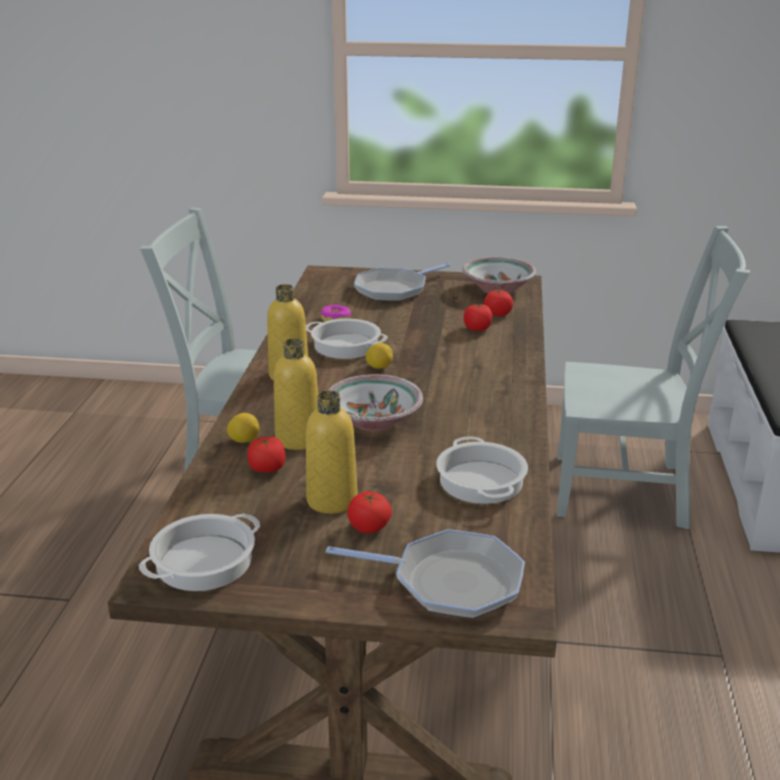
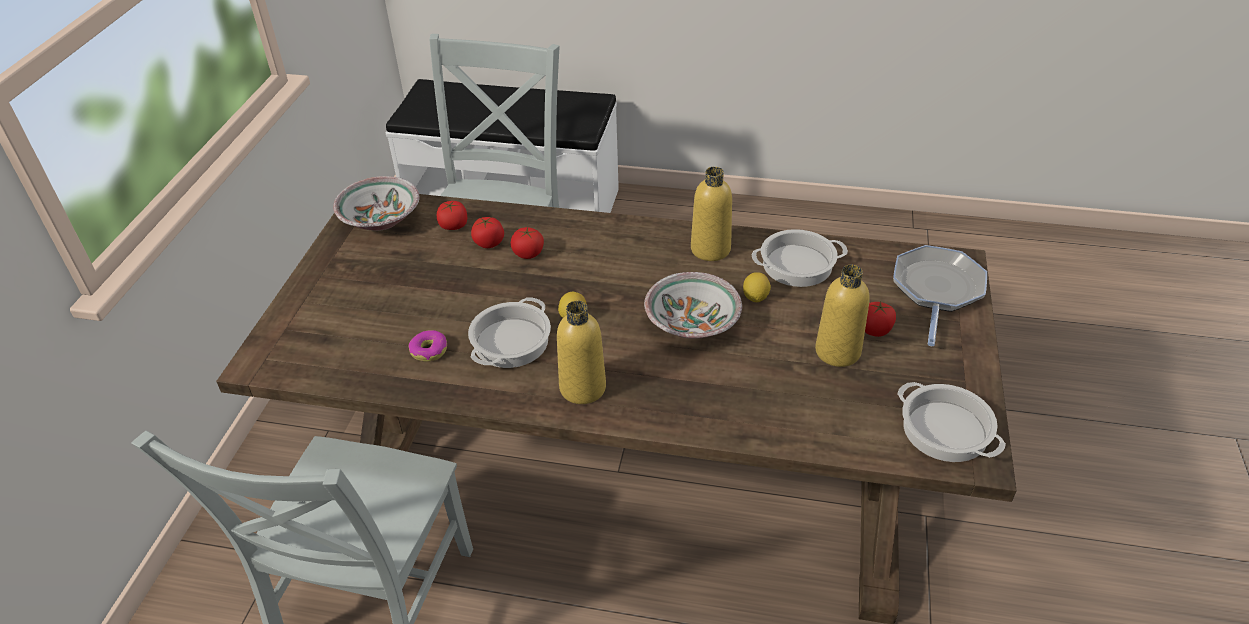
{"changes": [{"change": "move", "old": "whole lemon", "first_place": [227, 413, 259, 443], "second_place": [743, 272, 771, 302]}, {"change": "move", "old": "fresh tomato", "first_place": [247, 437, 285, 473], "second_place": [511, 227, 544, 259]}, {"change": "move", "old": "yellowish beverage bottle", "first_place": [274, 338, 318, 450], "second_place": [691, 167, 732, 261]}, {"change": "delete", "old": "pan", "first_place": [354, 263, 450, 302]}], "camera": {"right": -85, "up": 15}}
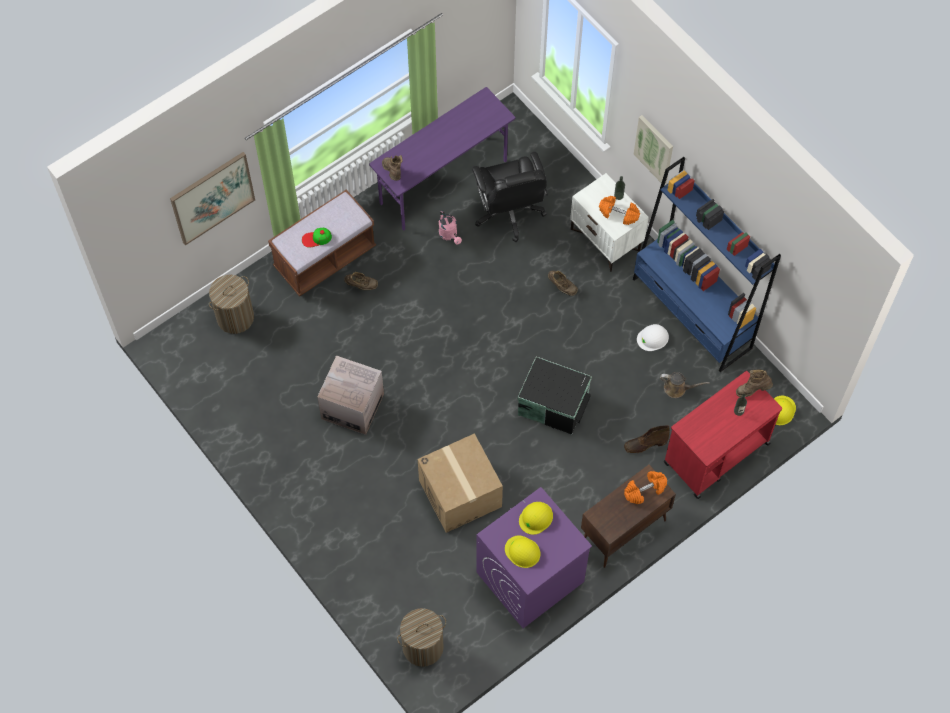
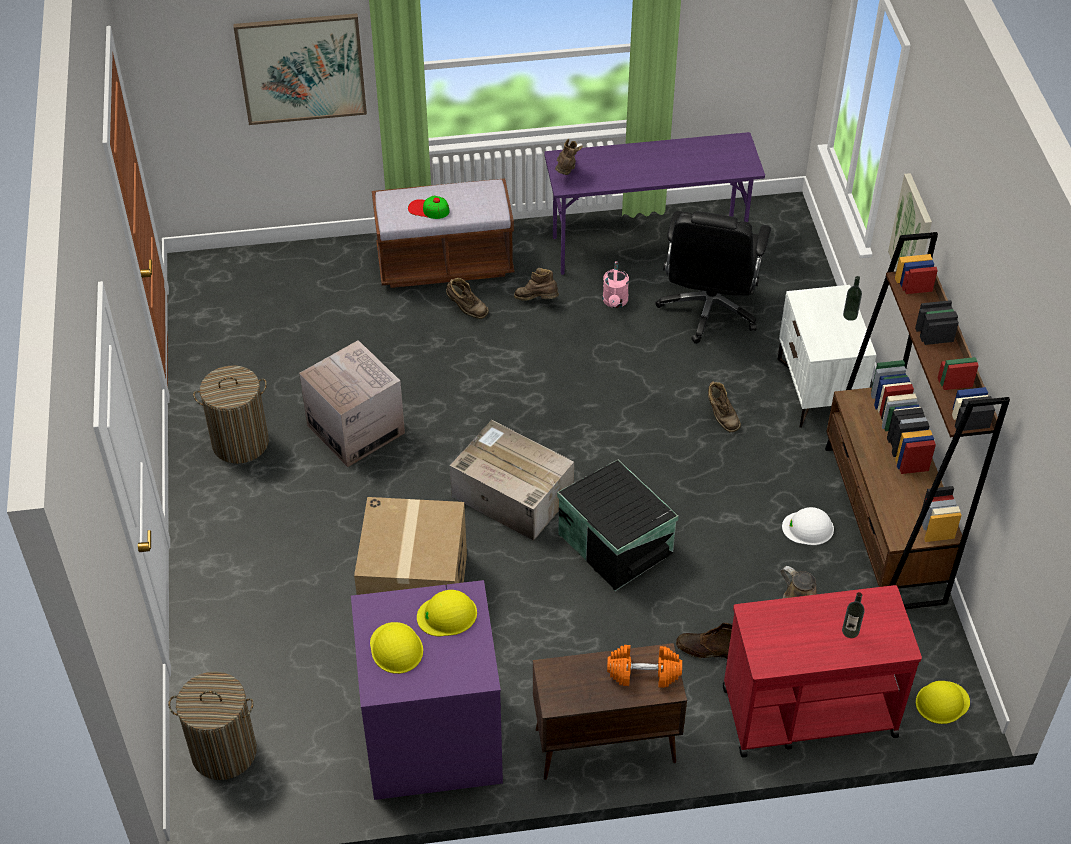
{"changes": [{"change": "move", "old": "washing basket", "first_place": [209, 275, 254, 334], "second_place": [193, 365, 269, 464]}, {"change": "delete", "old": "orange-coloured hand weight", "first_place": [599, 196, 640, 225]}, {"change": "recolor", "old": "blue bookshelf", "new": "brownish bookshelf", "first_place": [633, 157, 781, 372], "second_place": [825, 232, 1010, 609]}, {"change": "move", "old": "brownish boot", "first_place": [736, 370, 773, 397], "second_place": [514, 268, 559, 301]}, {"change": "insert", "new": "packing box", "second_place": [450, 420, 574, 541]}], "camera": {"right": 30, "up": -15}}
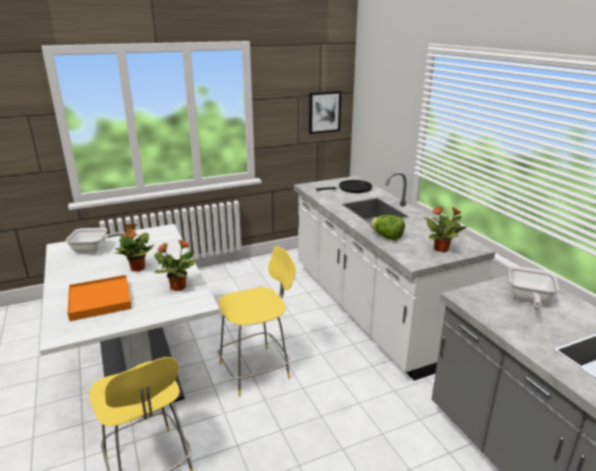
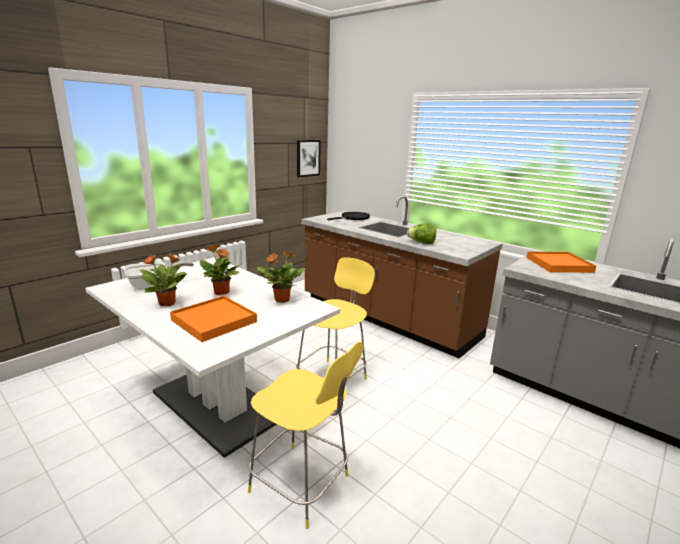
{"changes": [{"change": "recolor", "old": "white-coloured kitchen counter", "new": "brownish kitchen counter", "first_place": [294, 172, 495, 381], "second_place": [301, 196, 503, 358]}, {"change": "move", "old": "plant in a pot", "first_place": [424, 206, 467, 252], "second_place": [139, 254, 187, 306]}, {"change": "replace", "old": "pan", "new": "orange-coloured tray", "first_place": [509, 266, 559, 310], "second_place": [526, 251, 596, 273]}], "camera": {"right": -25, "up": -5}}
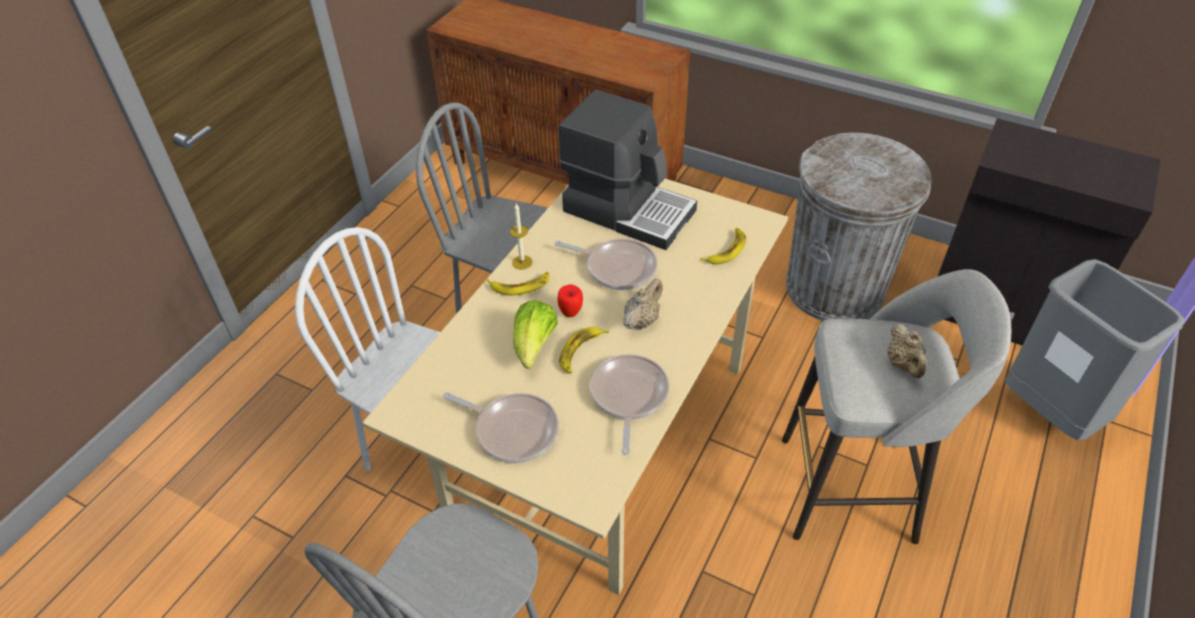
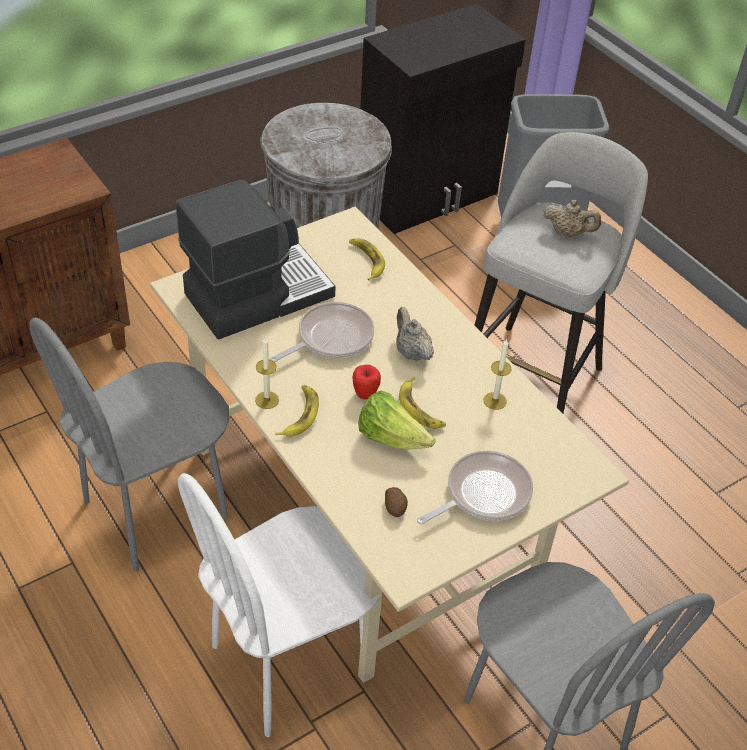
{"changes": [{"change": "replace", "old": "pan", "new": "wax candle", "first_place": [590, 354, 669, 455], "second_place": [483, 339, 512, 410]}, {"change": "insert", "new": "spud", "second_place": [385, 487, 408, 517]}], "camera": {"right": -65, "up": 0}}
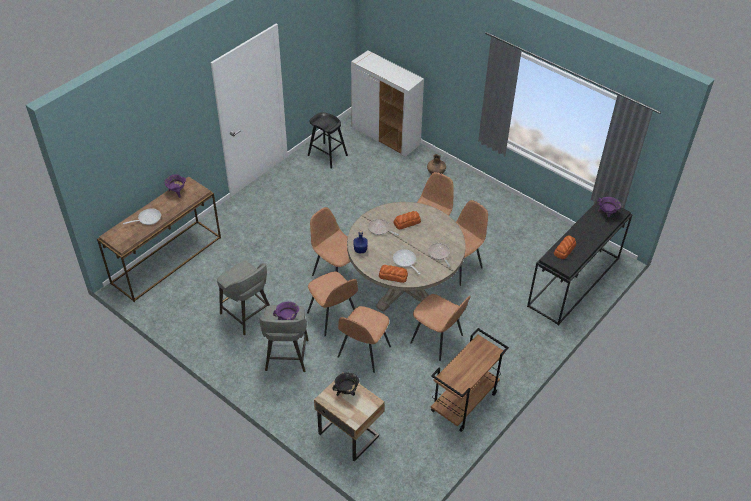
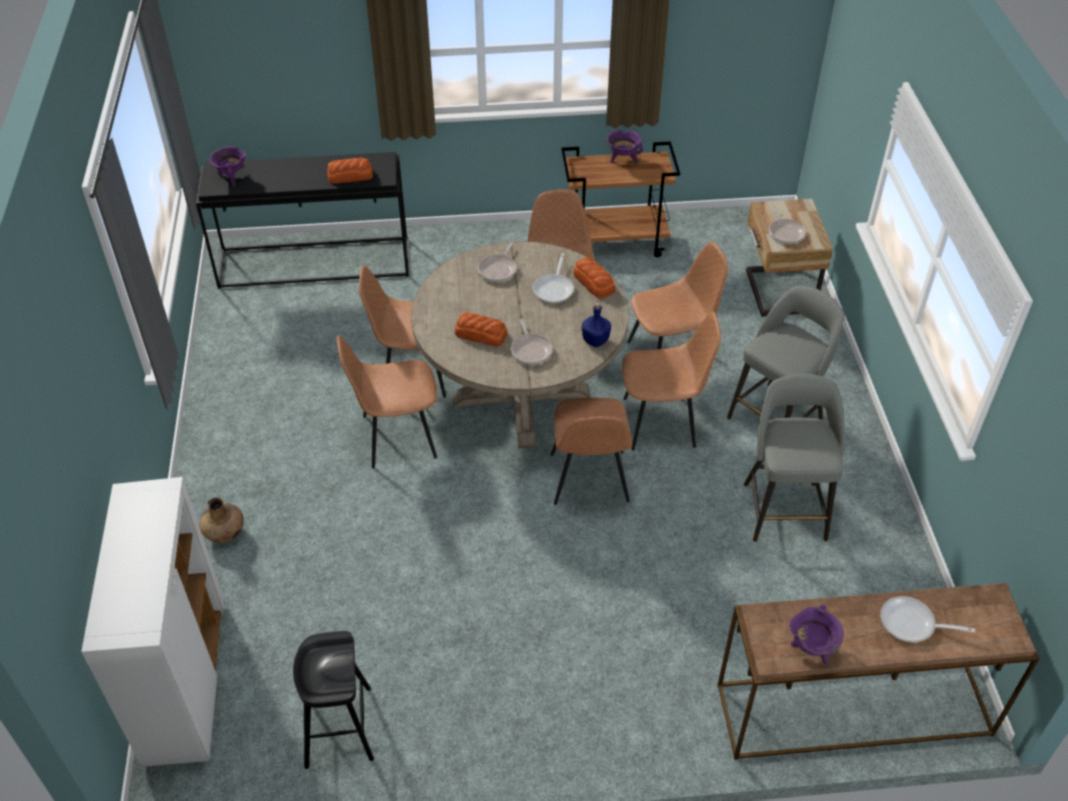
{"changes": [{"change": "move", "old": "purple saucepot", "first_place": [273, 301, 299, 320], "second_place": [606, 130, 643, 164]}, {"change": "rotate", "old": "brownish upright chair", "first_place": [307, 271, 358, 336], "second_place": [622, 312, 721, 451], "degrees": 75}, {"change": "replace", "old": "black saucepot", "new": "pan", "first_place": [332, 372, 359, 396], "second_place": [769, 206, 806, 244]}], "camera": {"right": -135, "up": 0}}
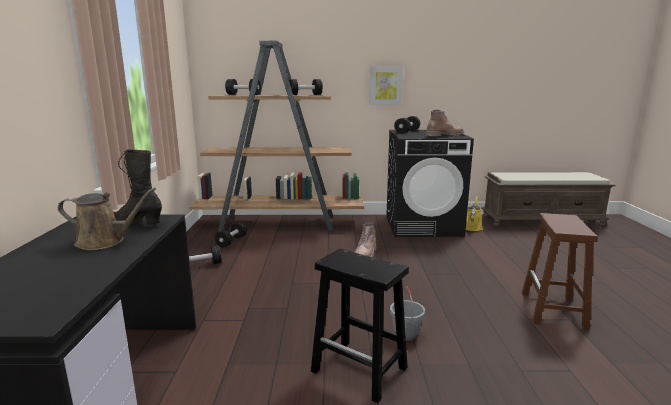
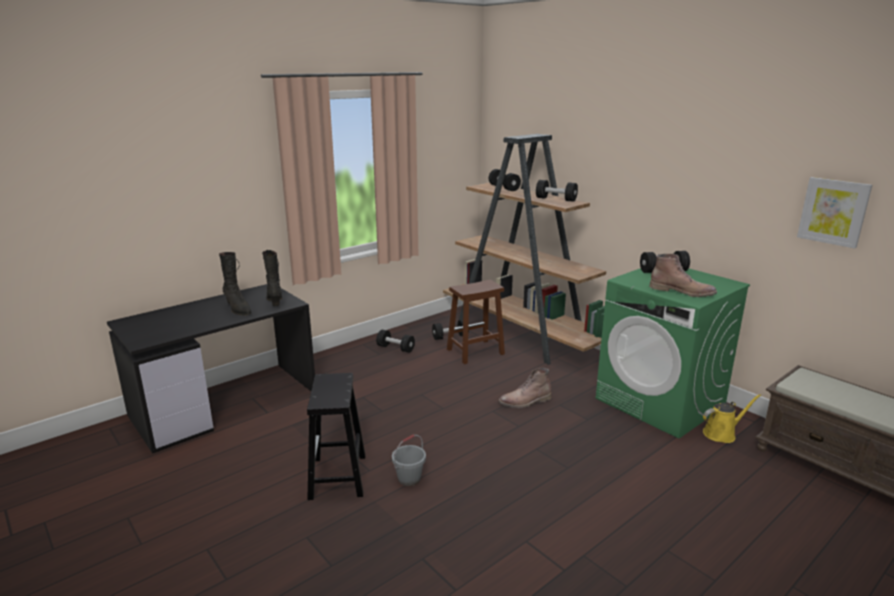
{"changes": [{"change": "replace", "old": "brownish sprinkling can", "new": "black boot", "first_place": [58, 188, 156, 250], "second_place": [219, 252, 252, 315]}, {"change": "move", "old": "wall picture", "first_place": [370, 67, 403, 105], "second_place": [797, 177, 872, 249]}, {"change": "recolor", "old": "black washing machine", "new": "greenish washing machine", "first_place": [386, 130, 474, 237], "second_place": [595, 268, 750, 439]}, {"change": "move", "old": "brownish sitting stool", "first_place": [522, 213, 598, 329], "second_place": [447, 280, 505, 364]}], "camera": {"right": 50, "up": 5}}
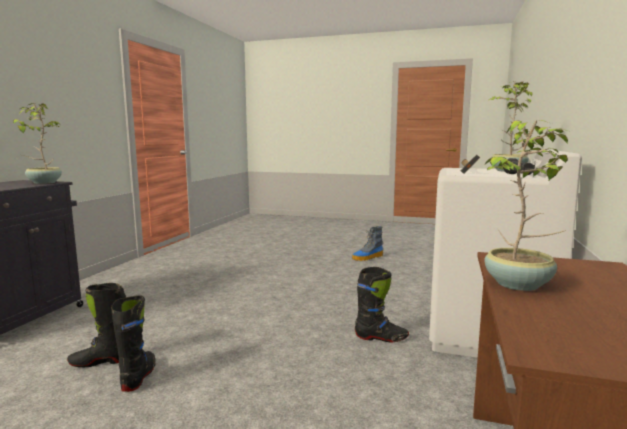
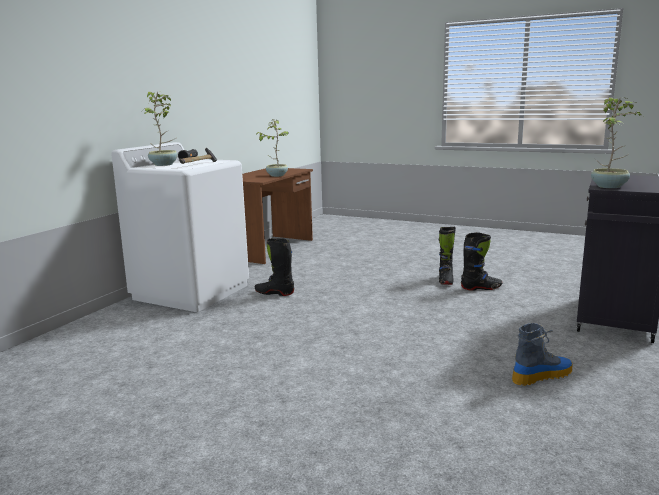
{"changes": [{"change": "move", "old": "boot", "first_place": [352, 226, 383, 261], "second_place": [512, 323, 573, 386]}], "camera": {"right": -170, "up": 5}}
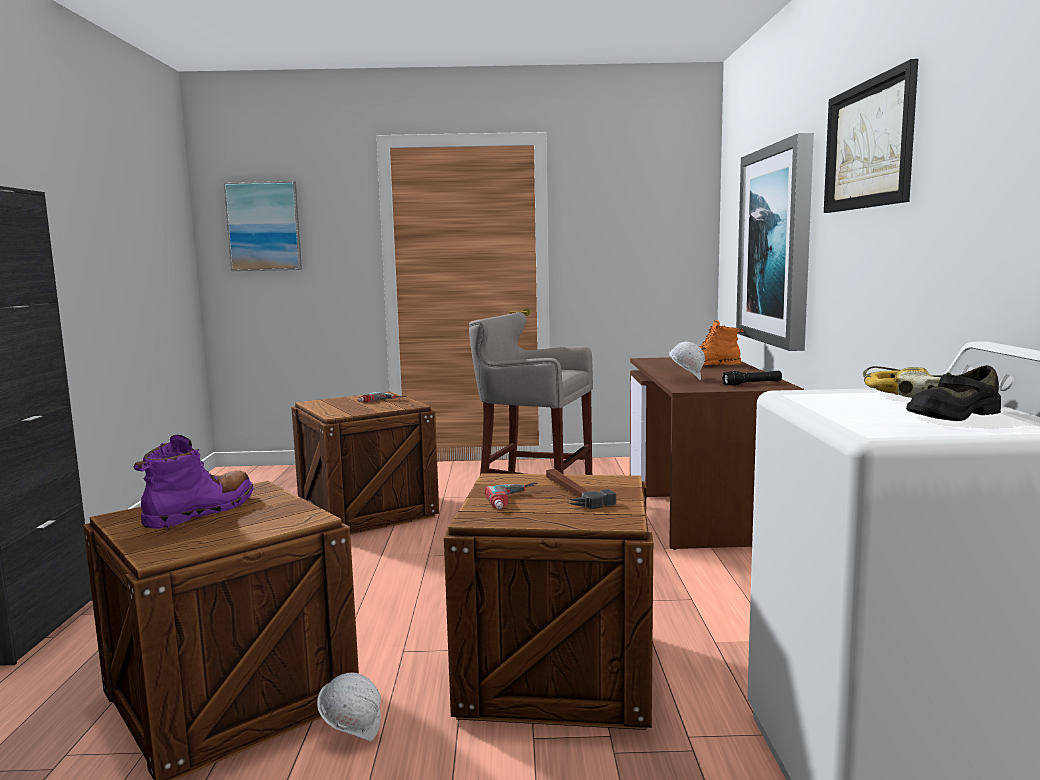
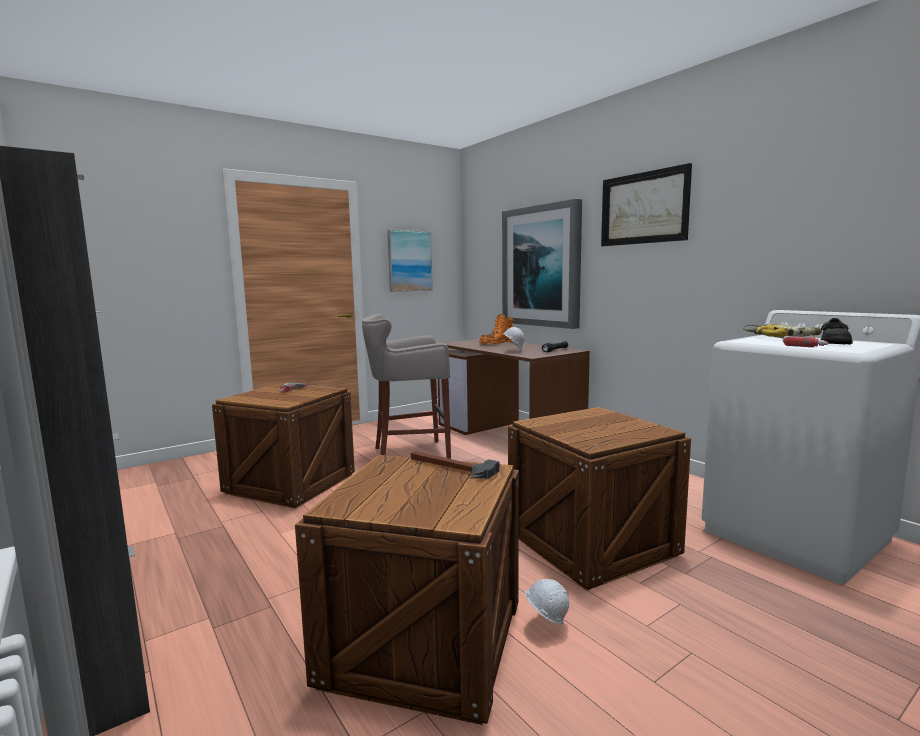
{"changes": [{"change": "delete", "old": "purple boot", "first_place": [134, 435, 253, 529]}, {"change": "move", "old": "wall picture", "first_place": [223, 181, 302, 271], "second_place": [387, 230, 433, 292]}, {"change": "move", "old": "power drill", "first_place": [485, 482, 538, 509], "second_place": [781, 336, 829, 347]}, {"change": "move", "old": "tool hammer", "first_place": [546, 469, 616, 509], "second_place": [411, 451, 500, 479]}], "camera": {"right": -35, "up": 0}}
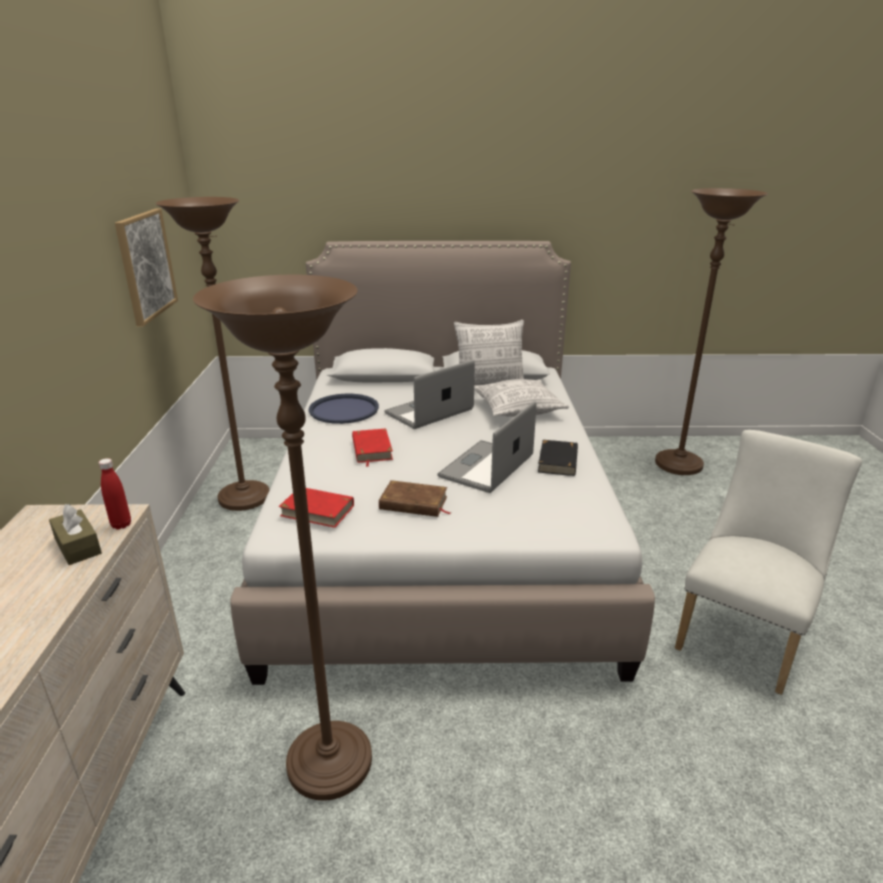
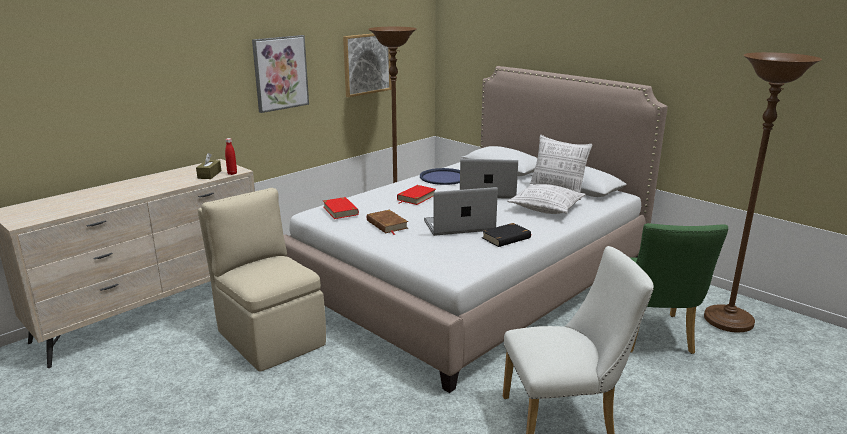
{"changes": [{"change": "replace", "old": "brownish floor lamp", "new": "sand-coloured upright chair", "first_place": [193, 275, 372, 801], "second_place": [198, 188, 326, 372]}, {"change": "insert", "new": "wall picture", "second_place": [252, 35, 309, 113]}, {"change": "insert", "new": "greenish upright chair", "second_place": [630, 223, 728, 354]}], "camera": {"right": 45, "up": -5}}
